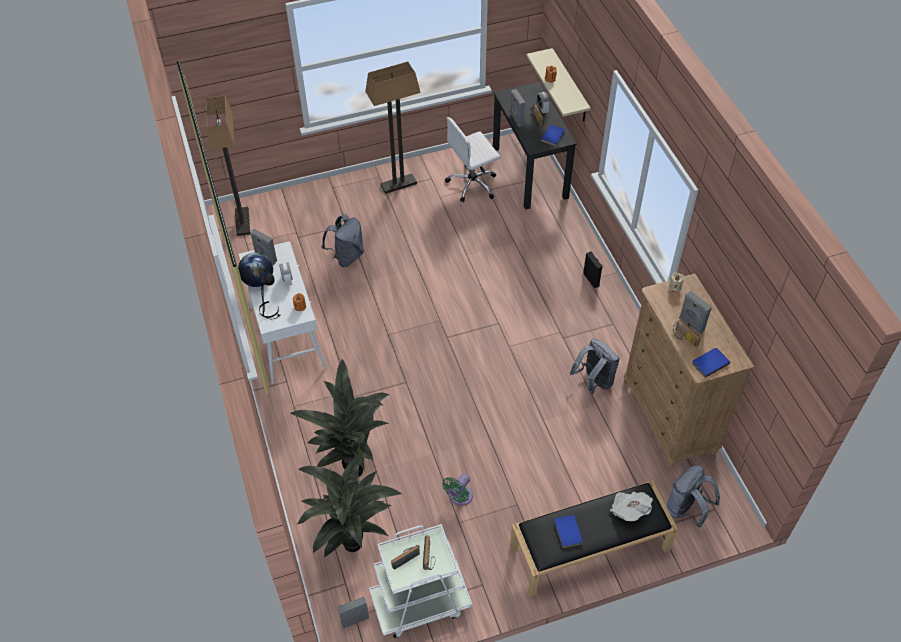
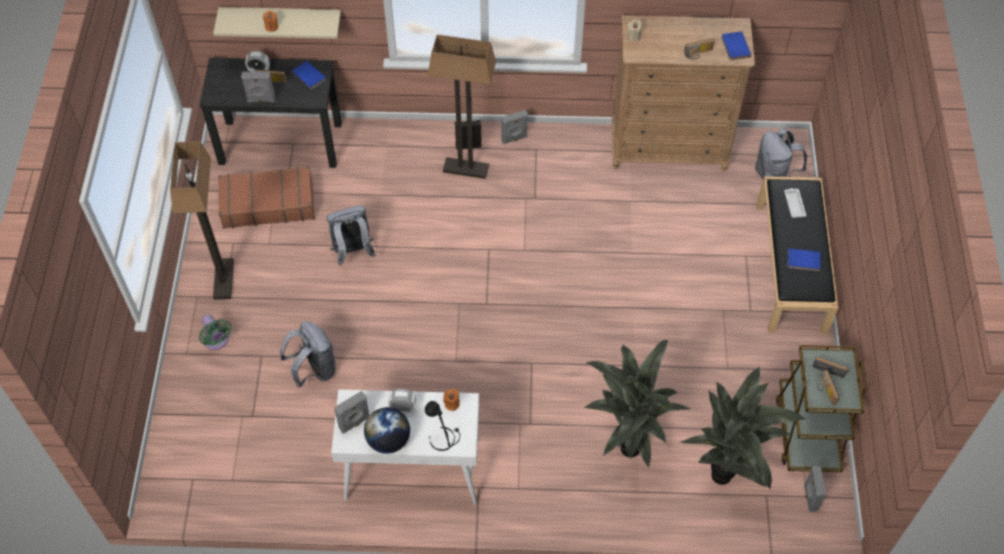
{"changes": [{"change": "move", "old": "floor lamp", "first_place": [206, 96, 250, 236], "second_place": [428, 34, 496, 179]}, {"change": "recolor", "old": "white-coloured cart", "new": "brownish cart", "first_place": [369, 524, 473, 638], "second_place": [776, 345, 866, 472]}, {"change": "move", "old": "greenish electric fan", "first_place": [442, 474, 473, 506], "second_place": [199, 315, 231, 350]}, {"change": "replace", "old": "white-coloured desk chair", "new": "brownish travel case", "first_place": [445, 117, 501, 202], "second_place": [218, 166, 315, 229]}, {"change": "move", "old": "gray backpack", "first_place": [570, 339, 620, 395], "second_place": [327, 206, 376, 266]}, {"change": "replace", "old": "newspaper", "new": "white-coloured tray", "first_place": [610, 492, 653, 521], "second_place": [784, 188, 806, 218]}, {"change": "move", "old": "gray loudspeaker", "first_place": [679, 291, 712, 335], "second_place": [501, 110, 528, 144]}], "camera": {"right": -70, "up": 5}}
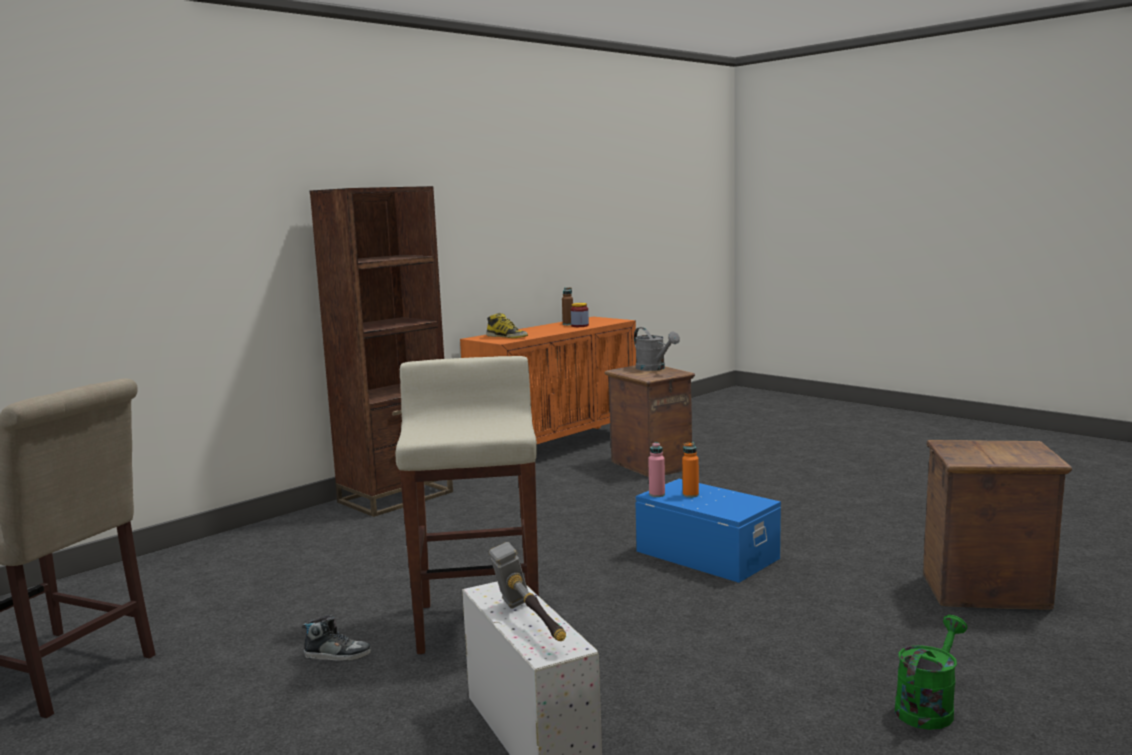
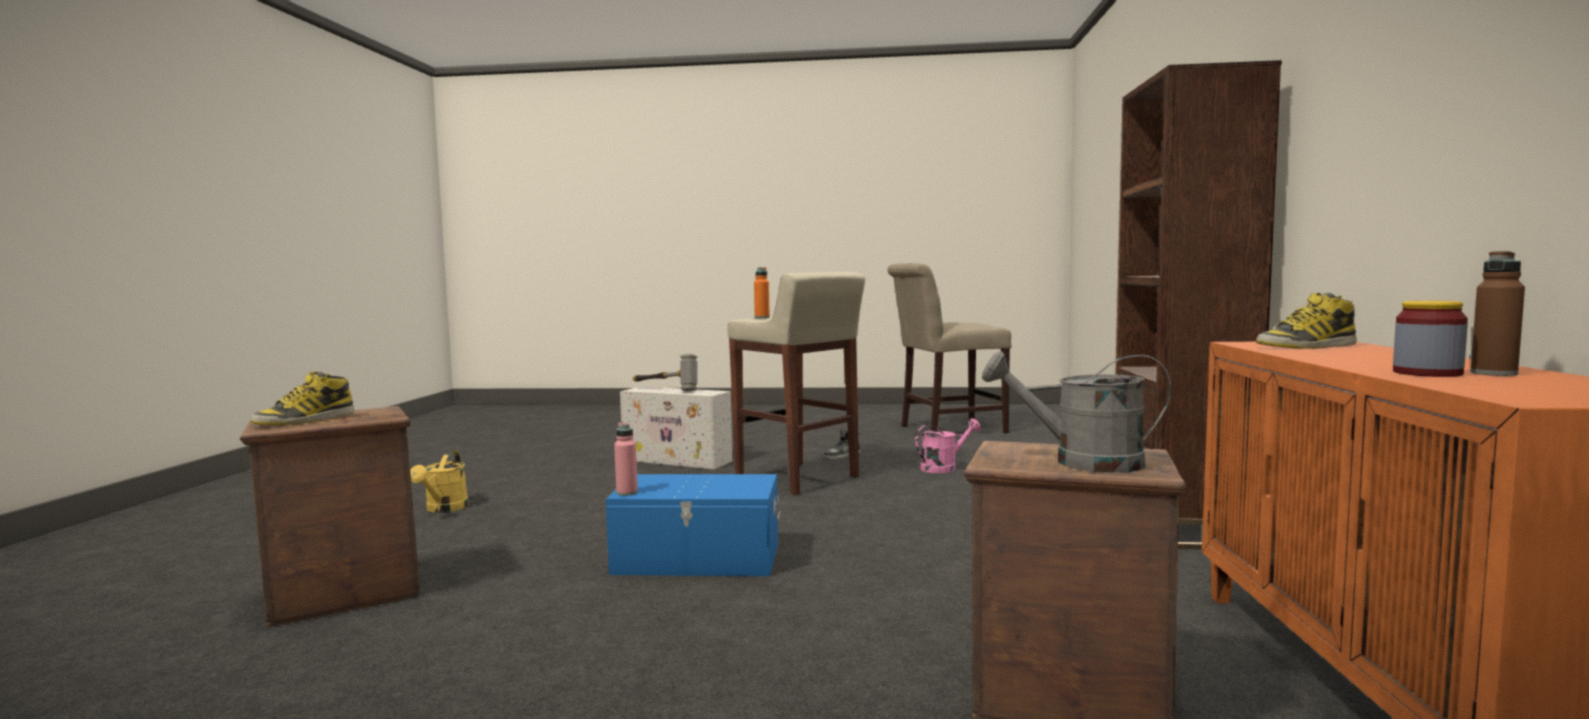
{"changes": [{"change": "move", "old": "pink-coloured beverage bottle", "first_place": [648, 442, 665, 497], "second_place": [614, 422, 638, 496]}, {"change": "move", "old": "orange-coloured beverage bottle", "first_place": [682, 443, 699, 498], "second_place": [754, 267, 770, 318]}, {"change": "recolor", "old": "greenish sprinkling can", "new": "yellowish sprinkling can", "first_place": [895, 615, 968, 730], "second_place": [410, 450, 469, 513]}, {"change": "insert", "new": "boot", "second_place": [250, 371, 355, 425]}, {"change": "insert", "new": "pink-coloured sprinkling can", "second_place": [915, 418, 981, 473]}], "camera": {"right": 140, "up": -5}}
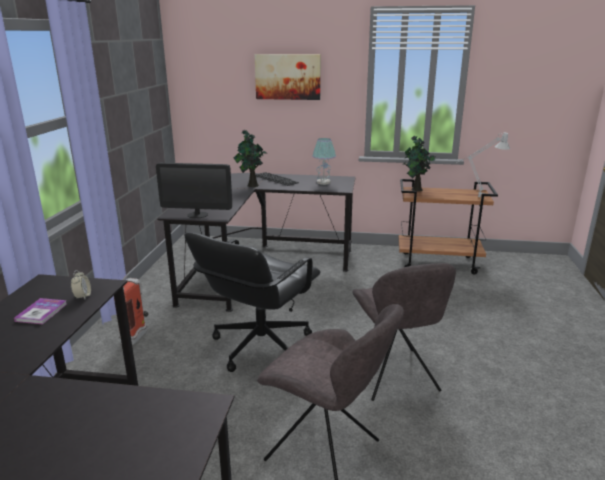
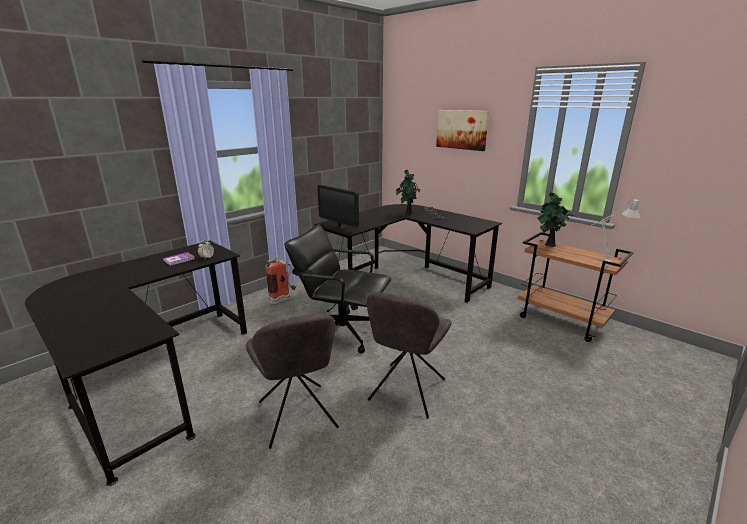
{"changes": [{"change": "rotate", "old": "black desk chair", "first_place": [184, 232, 320, 372], "second_place": [284, 224, 392, 353], "degrees": 45}, {"change": "delete", "old": "tabletop lamp", "first_place": [312, 138, 336, 185]}], "camera": {"right": 35, "up": 0}}
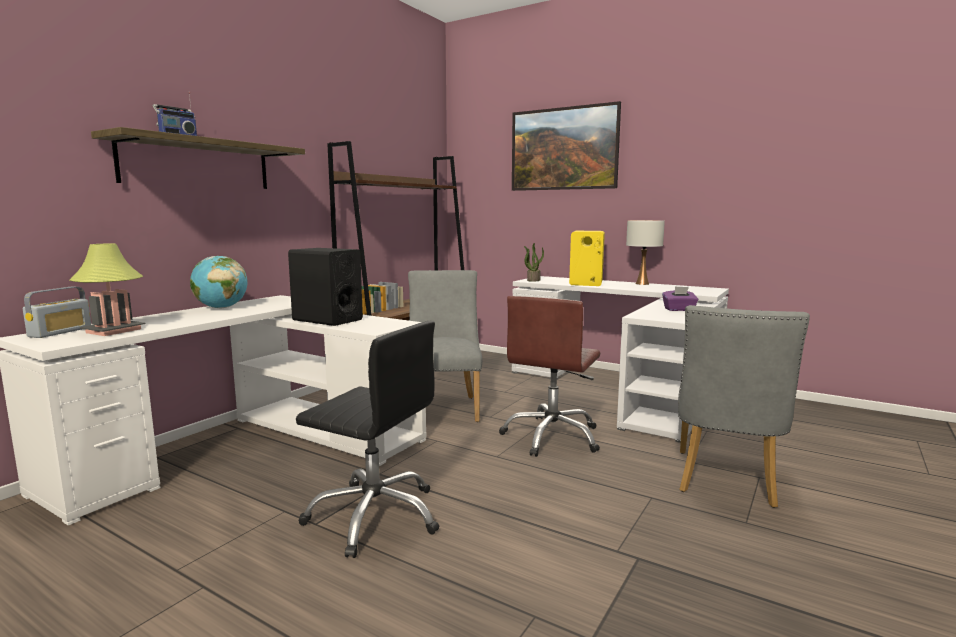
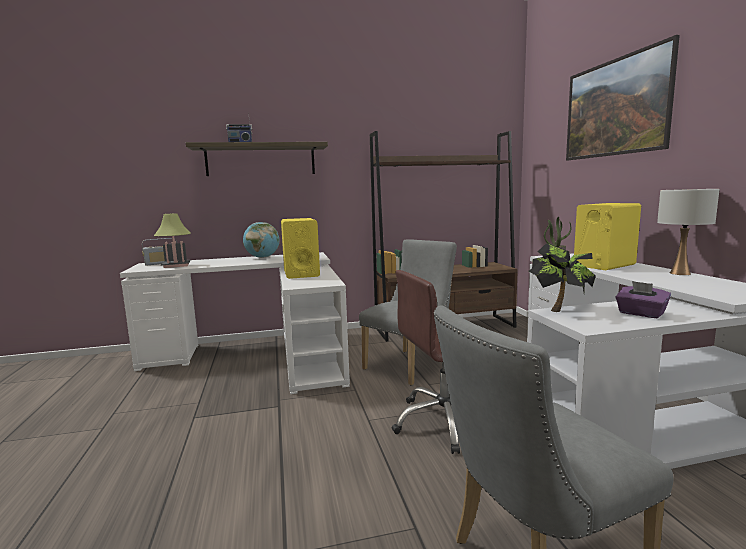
{"changes": [{"change": "recolor", "old": "black loudspeaker", "new": "yellowish loudspeaker", "first_place": [288, 248, 363, 326], "second_place": [281, 218, 320, 279]}, {"change": "delete", "old": "black desk chair", "first_place": [296, 320, 440, 558]}, {"change": "insert", "new": "plant in a pot", "second_place": [529, 243, 596, 312]}], "camera": {"right": 45, "up": 0}}
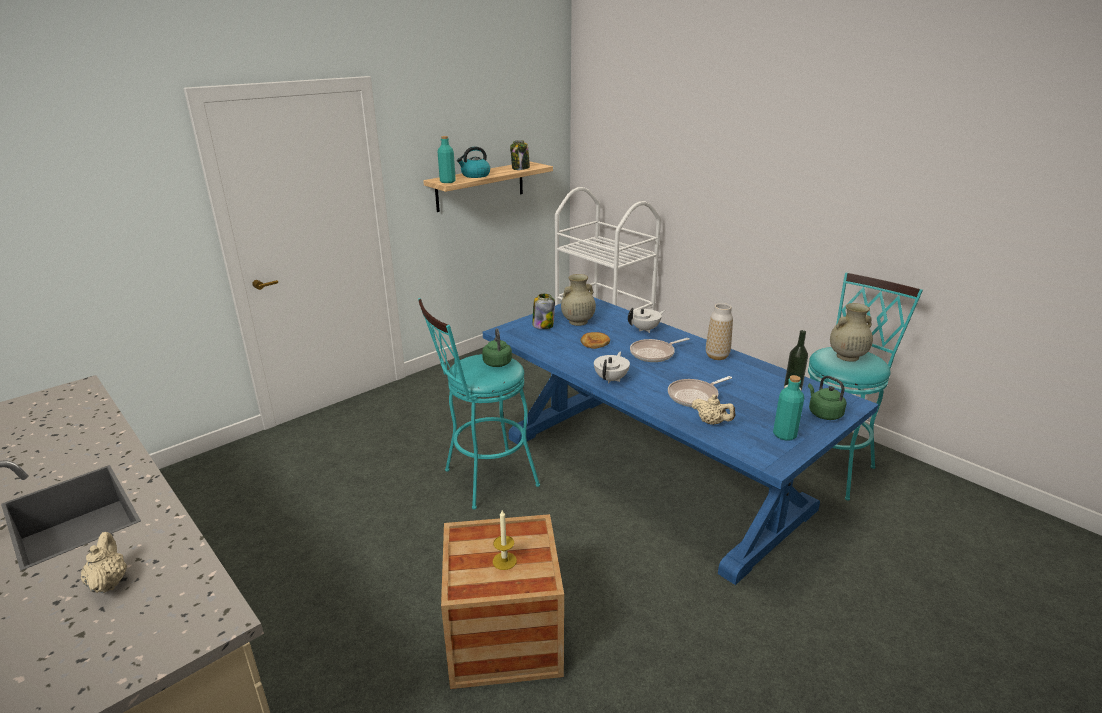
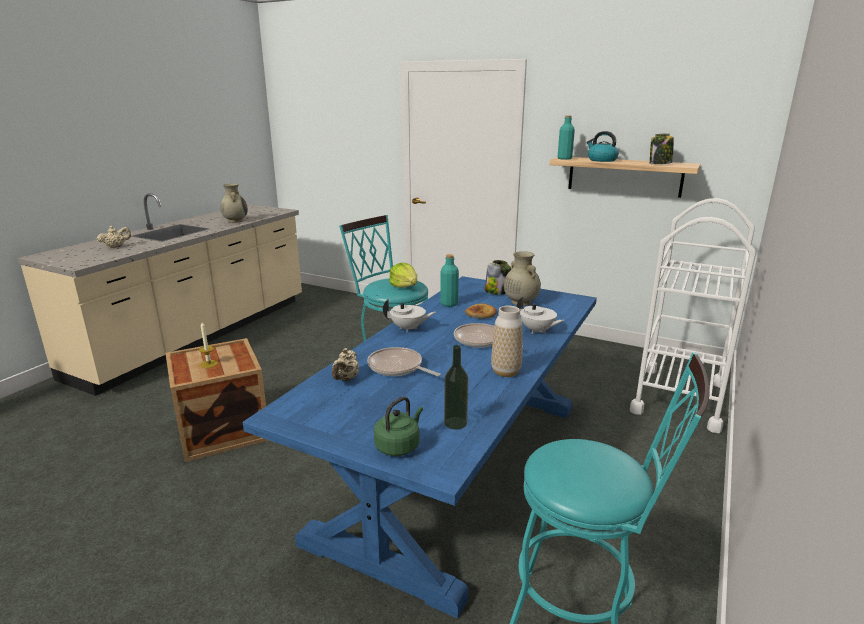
{"changes": [{"change": "replace", "old": "greenish water kettle", "new": "head of lettuce", "first_place": [482, 328, 512, 367], "second_place": [389, 263, 417, 288]}, {"change": "move", "old": "turquoise beverage bottle", "first_place": [773, 375, 804, 441], "second_place": [440, 254, 459, 307]}, {"change": "move", "old": "sand-coloured vase", "first_place": [830, 303, 873, 362], "second_place": [220, 183, 248, 223]}], "camera": {"right": 70, "up": -5}}
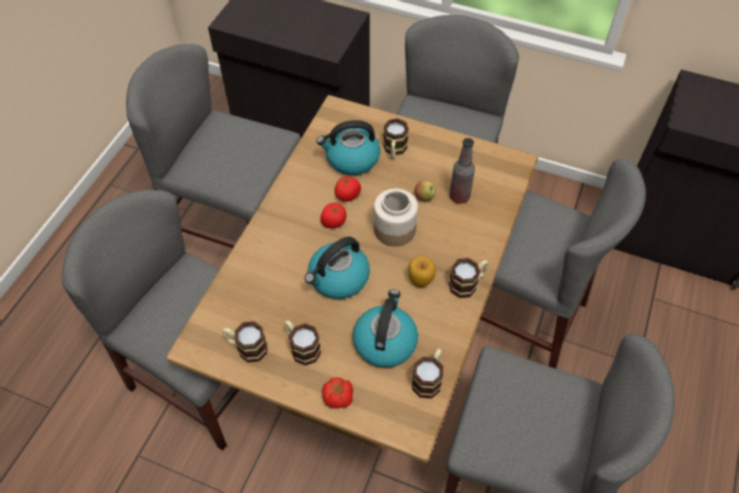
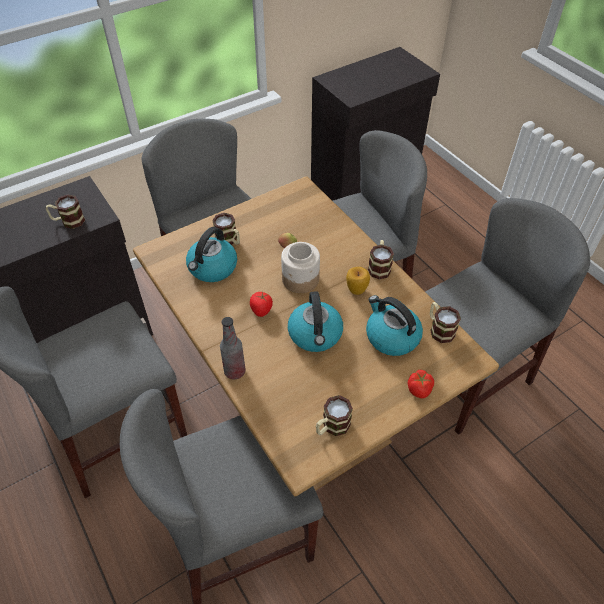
{"changes": [{"change": "move", "old": "tea mug", "first_place": [285, 320, 321, 366], "second_place": [46, 194, 85, 229]}, {"change": "delete", "old": "fresh tomato", "first_place": [335, 176, 361, 202]}, {"change": "move", "old": "beverage bottle", "first_place": [449, 138, 475, 204], "second_place": [220, 317, 245, 379]}], "camera": {"right": -55, "up": -5}}
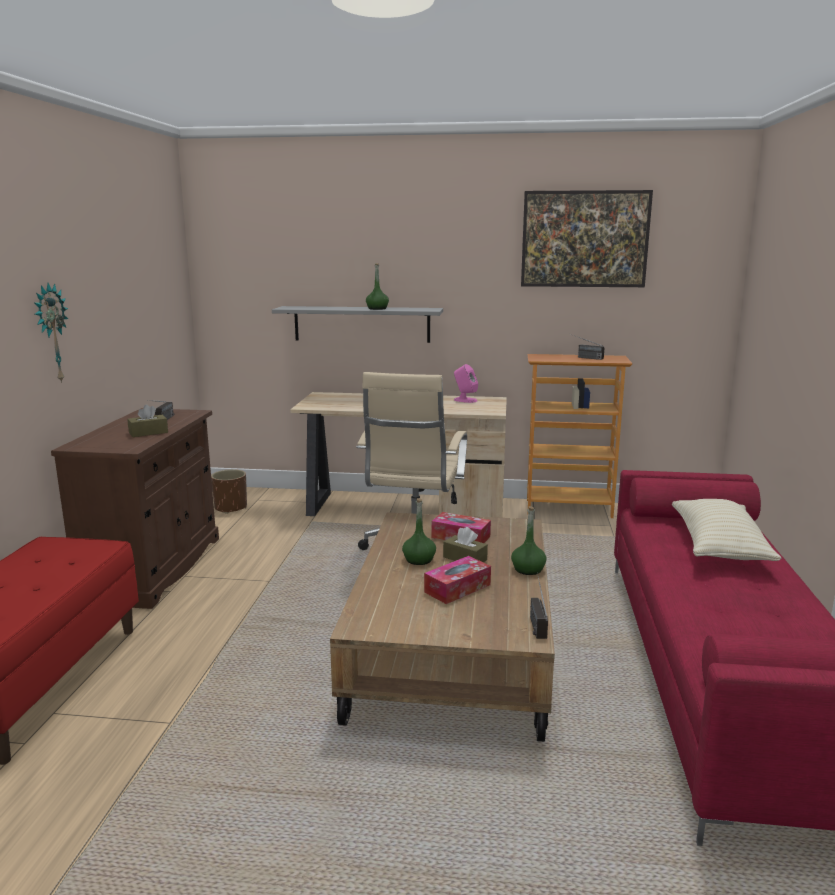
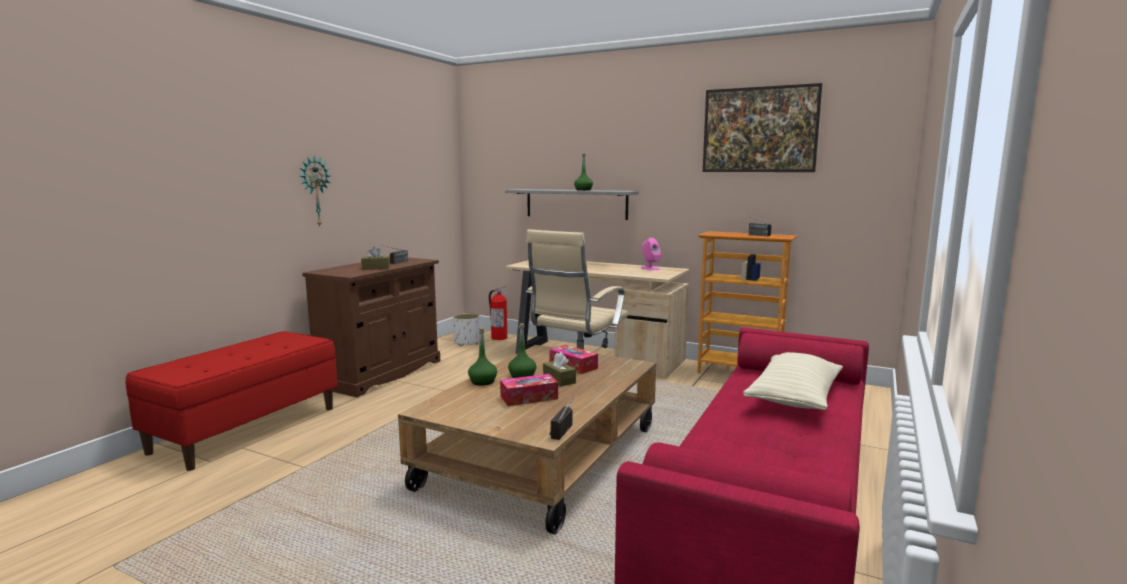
{"changes": [{"change": "recolor", "old": "brownish plant pot", "new": "white-coloured plant pot", "first_place": [211, 469, 247, 514], "second_place": [453, 313, 479, 346]}, {"change": "move", "old": "greenish beverage bottle", "first_place": [511, 506, 547, 575], "second_place": [468, 328, 497, 386]}, {"change": "insert", "new": "fire-fighting cylinder", "second_place": [489, 286, 508, 340]}], "camera": {"right": 20, "up": -5}}
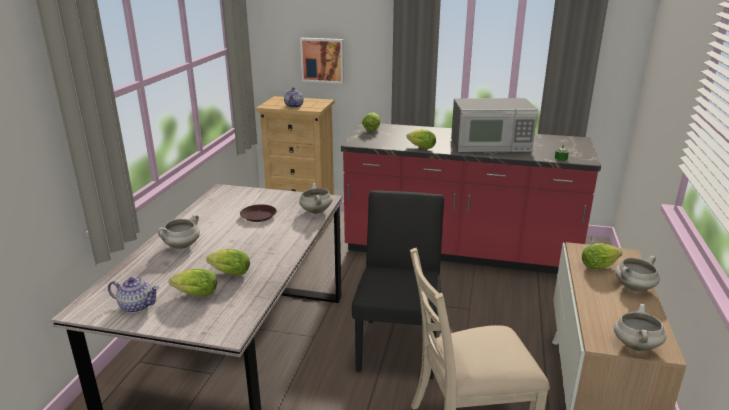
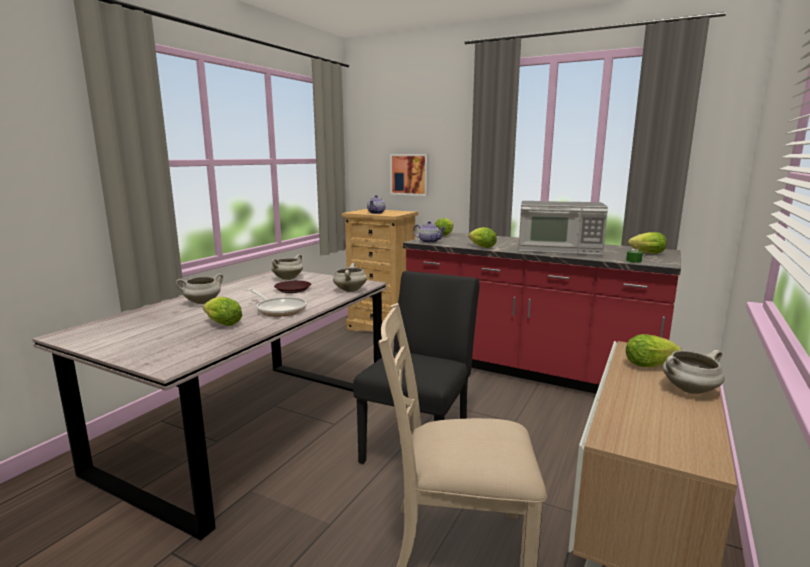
{"changes": [{"change": "move", "old": "tea pot", "first_place": [108, 277, 159, 313], "second_place": [413, 221, 446, 243]}, {"change": "move", "old": "head of lettuce", "first_place": [169, 269, 217, 296], "second_place": [628, 232, 667, 254]}, {"change": "move", "old": "white-coloured saucepot", "first_place": [614, 304, 667, 351], "second_place": [271, 254, 303, 280]}, {"change": "insert", "new": "pan", "second_place": [247, 288, 307, 317]}], "camera": {"right": 15, "up": -10}}
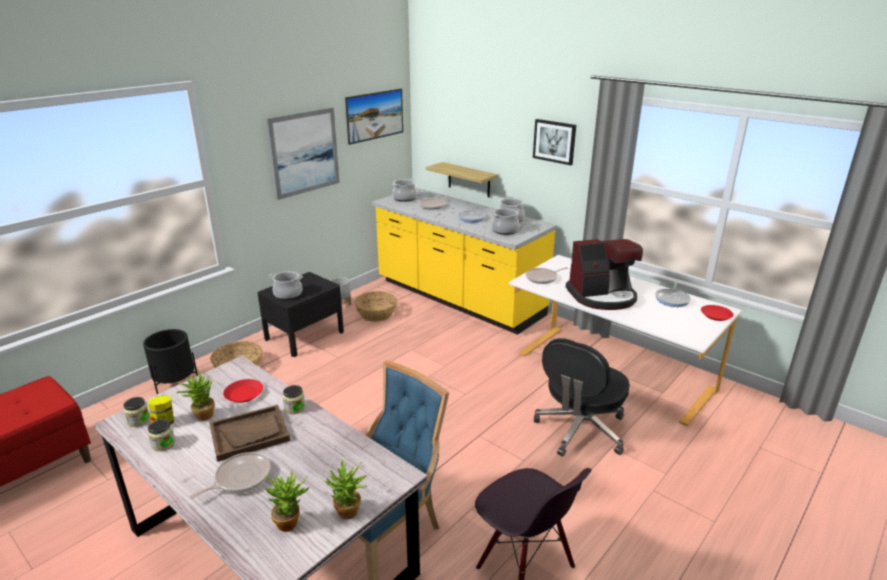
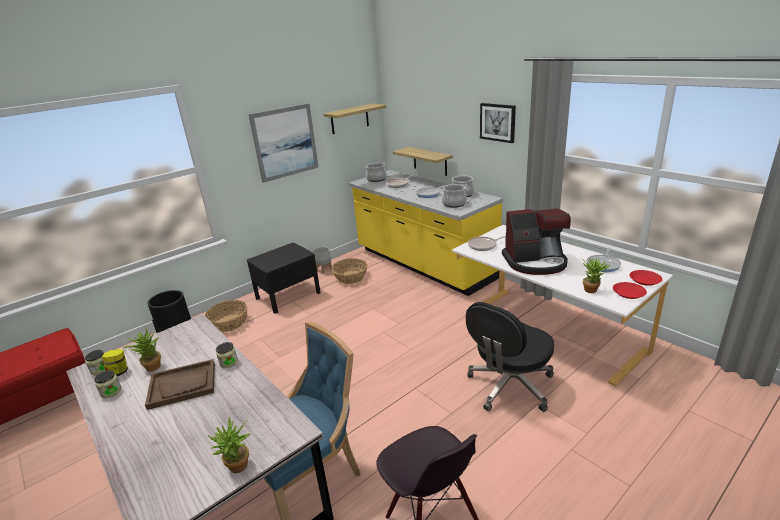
{"changes": [{"change": "delete", "old": "pan", "first_place": [190, 452, 271, 499]}, {"change": "move", "old": "red-coloured dinner plate", "first_place": [223, 379, 263, 403], "second_place": [613, 282, 647, 299]}, {"change": "move", "old": "plant in a pot", "first_place": [264, 470, 310, 532], "second_place": [582, 258, 610, 293]}, {"change": "delete", "old": "saucepot", "first_place": [269, 271, 303, 300]}, {"change": "replace", "old": "wall picture", "new": "wall shelf", "first_place": [345, 89, 403, 145], "second_place": [323, 104, 386, 134]}], "camera": {"right": 10, "up": 0}}
